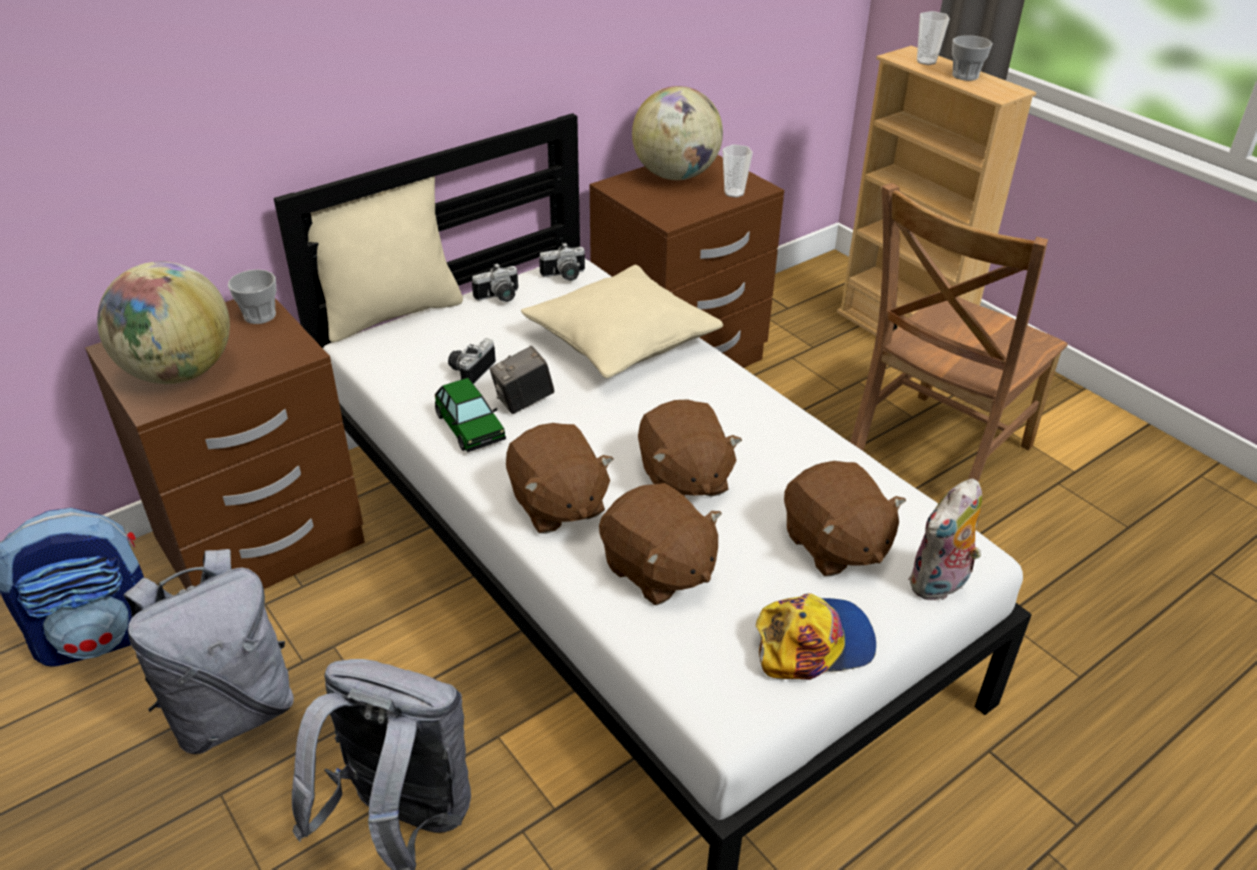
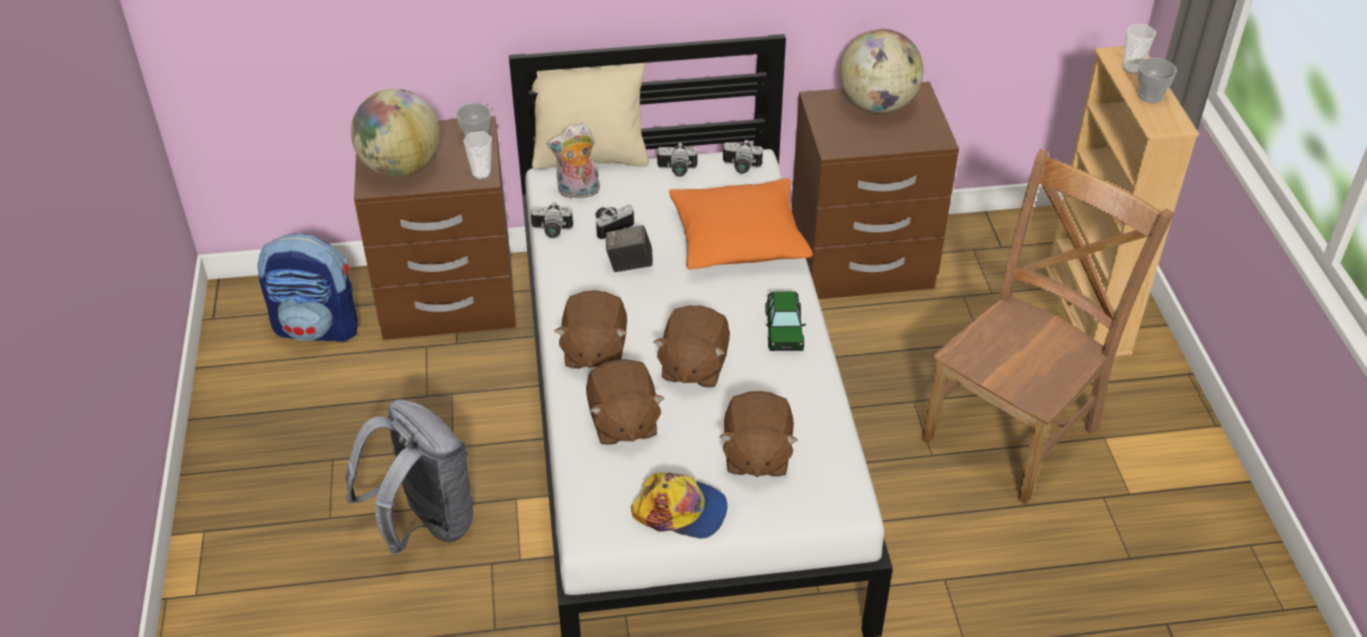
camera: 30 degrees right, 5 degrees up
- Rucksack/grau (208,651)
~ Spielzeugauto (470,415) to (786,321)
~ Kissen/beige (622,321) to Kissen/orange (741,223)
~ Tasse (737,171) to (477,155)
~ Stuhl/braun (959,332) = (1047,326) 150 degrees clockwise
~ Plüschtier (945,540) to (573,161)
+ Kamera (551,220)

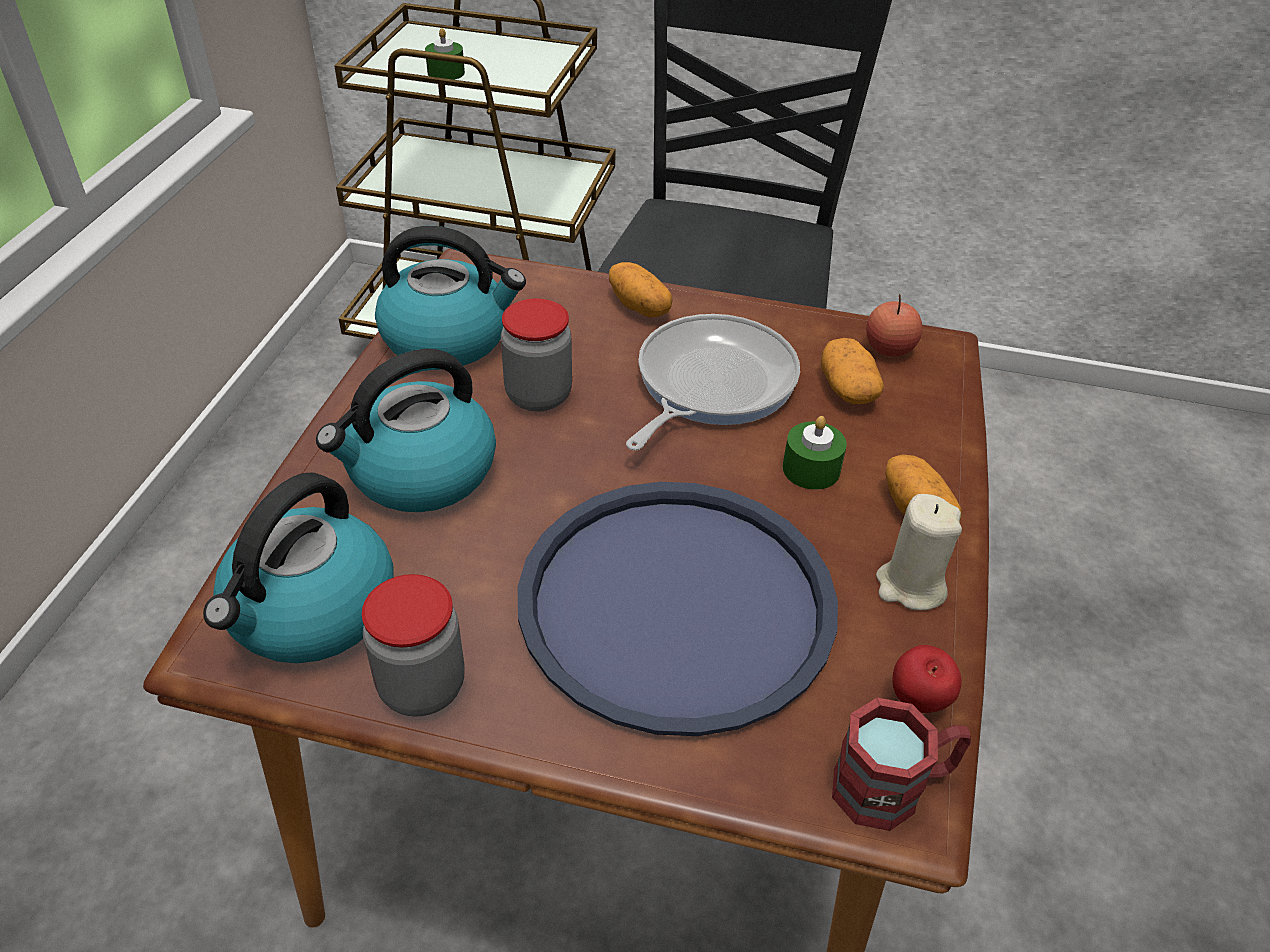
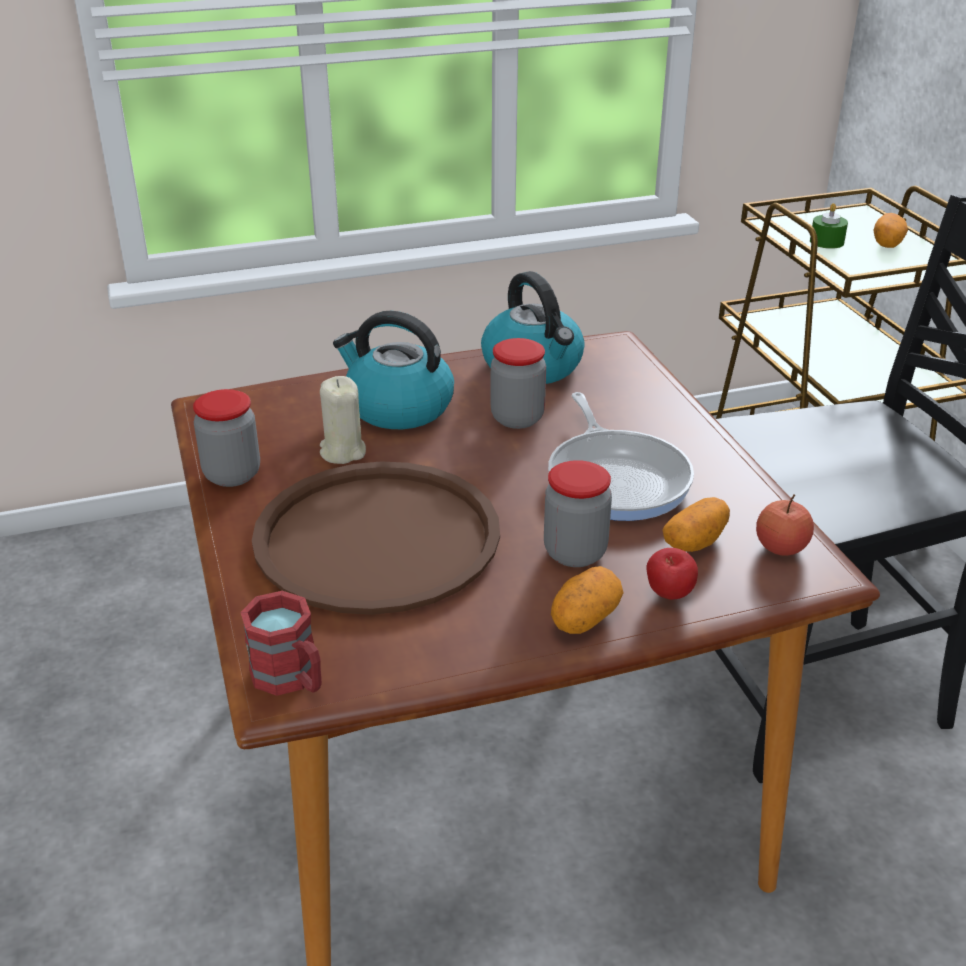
camera: 60 degrees right, 10 degrees down
- Wasserkessel (298,568)
~ Tablett/blau (678,609) to Tablett/braun (376,538)
~ Kartoffel (641,290) to (890,230)
~ Pfanne (713,382) = (621,456) 75 degrees clockwise
~ Kerze/grün (814,453) to Vorratsglas (578,513)
~ Kerze/beige (919,552) to (343,420)
~ Apfel (927,679) to (672,574)

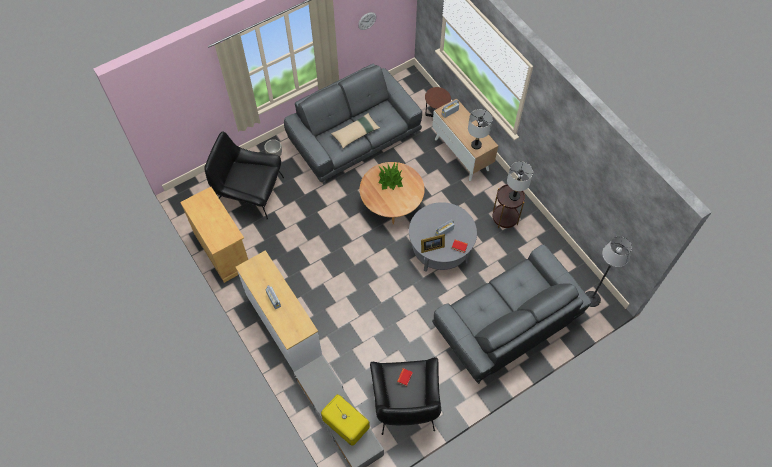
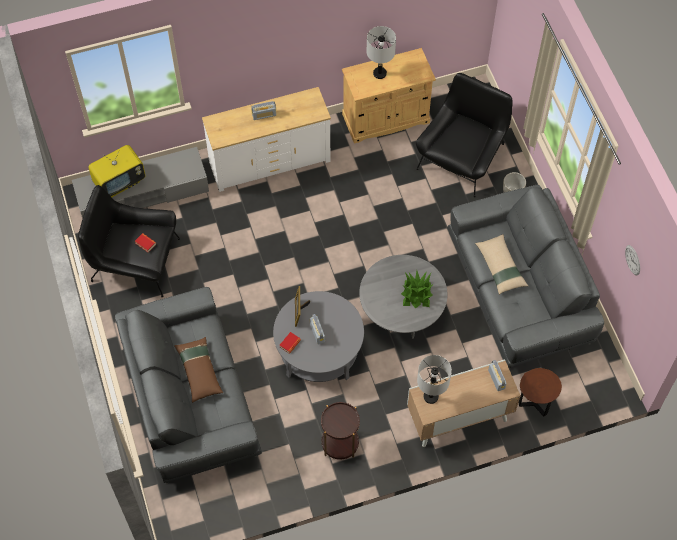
camera: 105 degrees right, 0 degrees up
~ Couchtisch/braun (392,193) to Couchtisch/grau (403,297)
~ Tischlampe/grau (520,181) to (381,52)
- Stehlampe (609,271)
+ Kissen/braun (198,370)

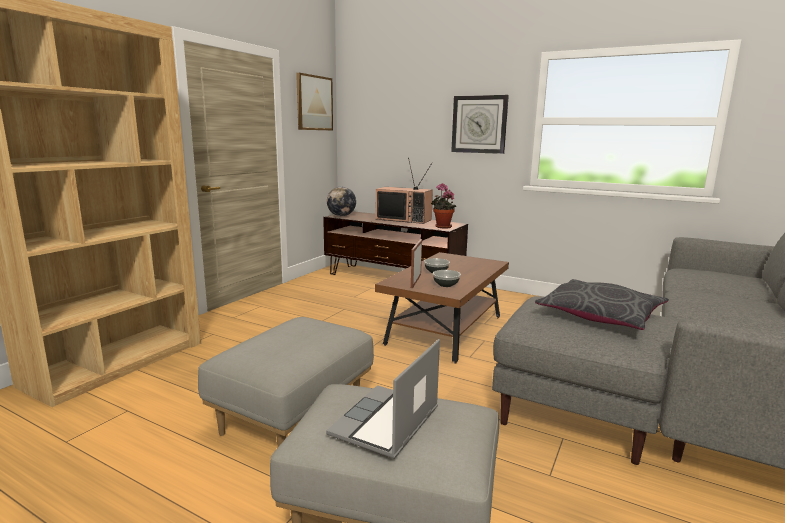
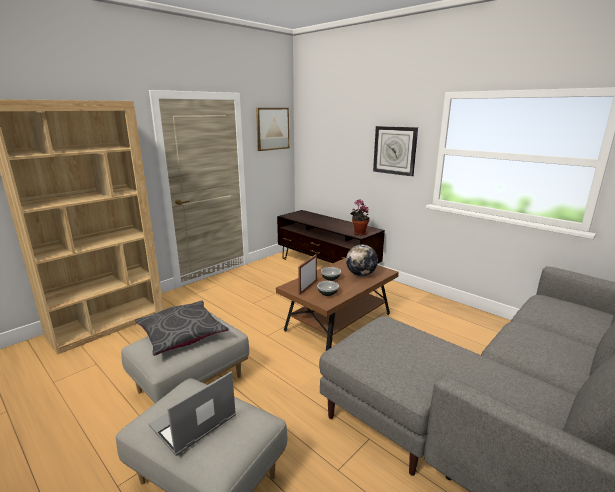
camera: 15 degrees right, 5 degrees up
~ Globus (341,201) to (362,260)
- Fernseher (404,191)
~ Kissen/grau (602,304) to (182,328)

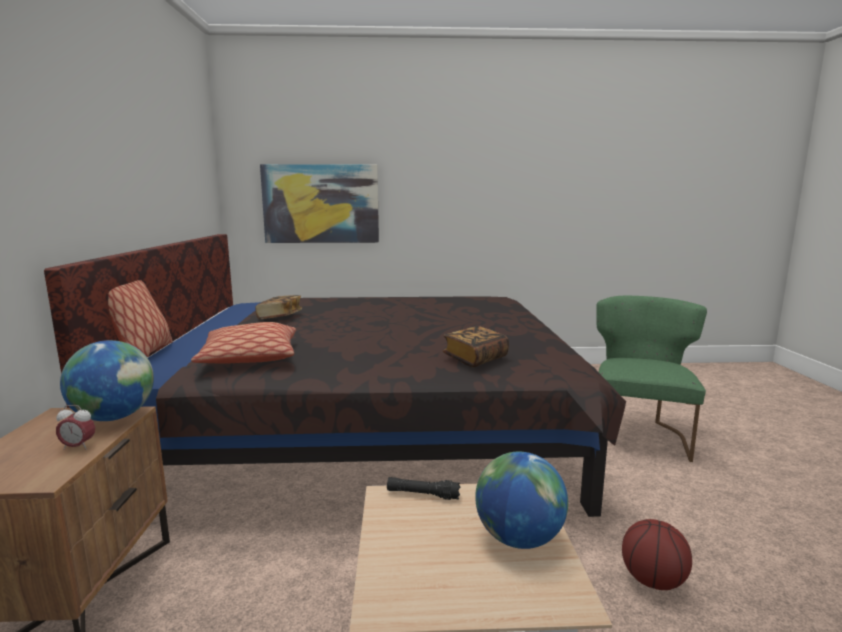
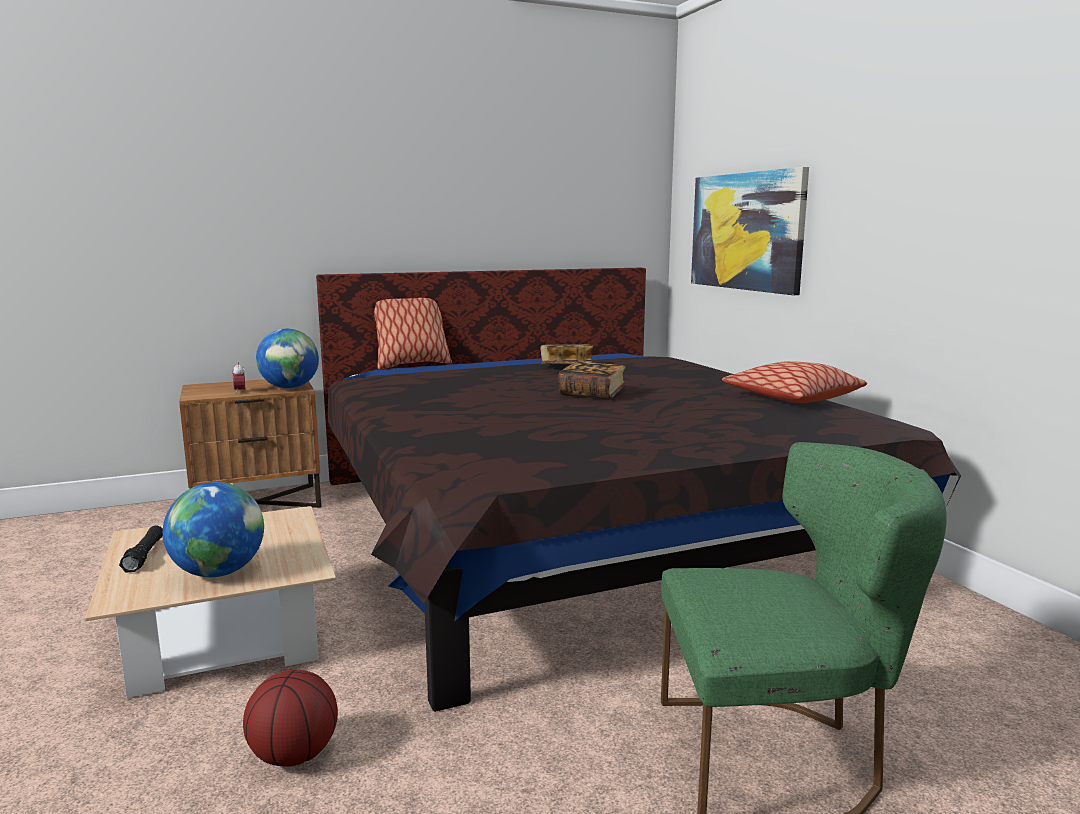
camera: 70 degrees right, 0 degrees up
~ Kissen (243,343) to (794,382)
~ Taschenlampe/schwarz (423,488) to (141,549)
~ Buch (476,346) to (592,380)

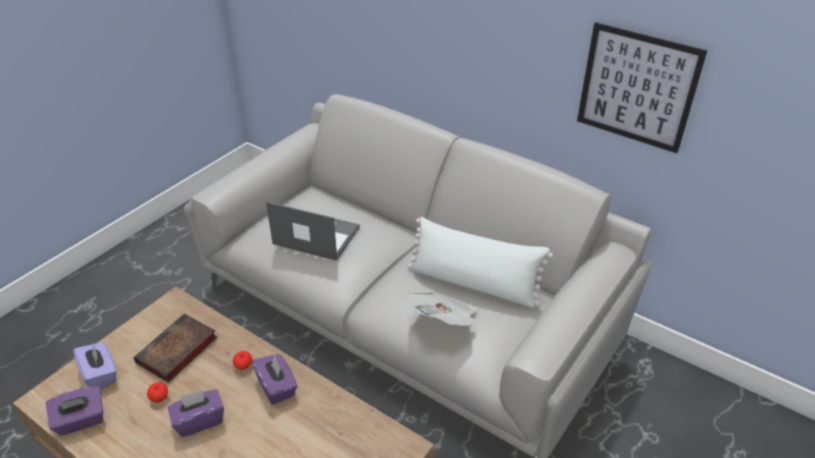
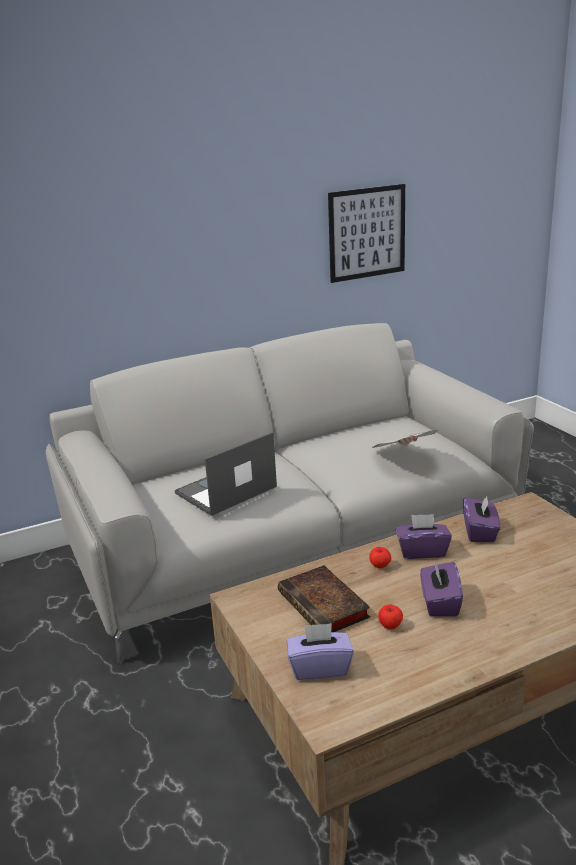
camera: 60 degrees left, 15 degrees down
~ Taschentuchbox/lila (74,411) to (481,518)
- Kissen/weiß (480,262)

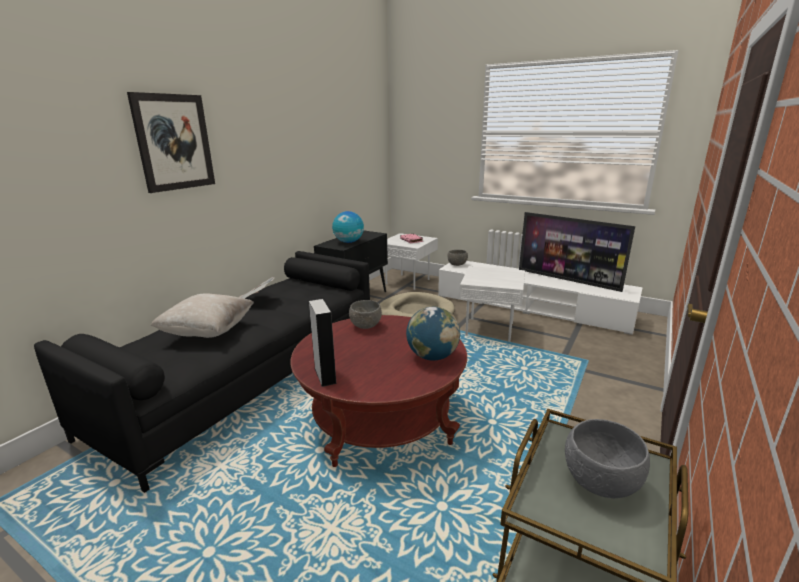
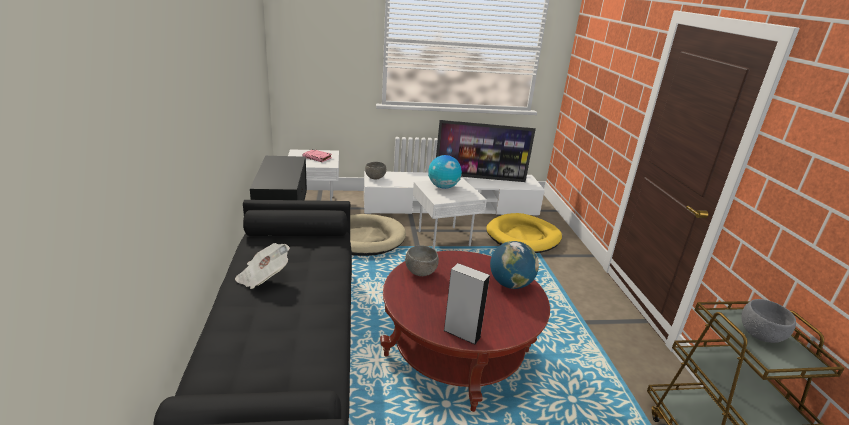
camera: 40 degrees left, 5 degrees up
- Bild (171,142)
- Kissen/beige (202,315)
~ Globus (348,227) to (445,172)
+ Hundebett/gelb (524,233)

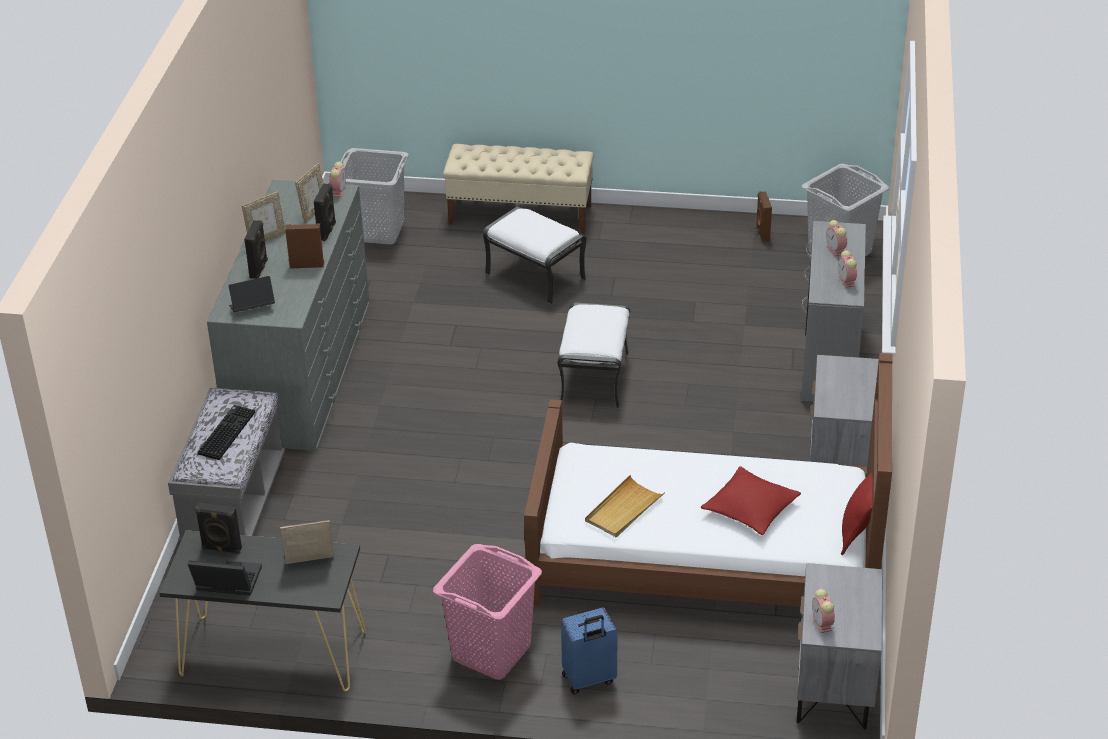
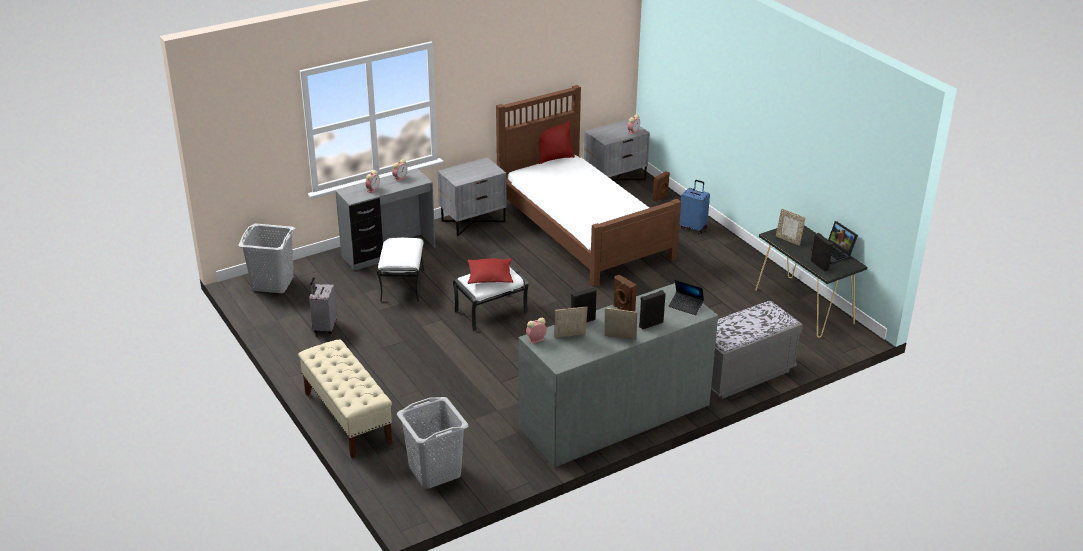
camera: 130 degrees left, 5 degrees down
- Tastatur (226,432)
- Wäschekorb/rosa (487,612)
~ Polsterhocker/weiß (535,255) to (401,269)
- Tablett/beige (625,506)
~ Kissen/rot (750,500) to (490,271)
~ Lautsprecher/braun (764,217) to (661,186)
+ Koffer/grau (323,305)

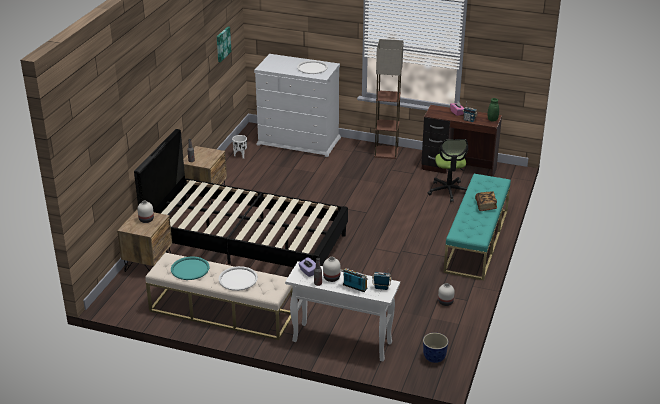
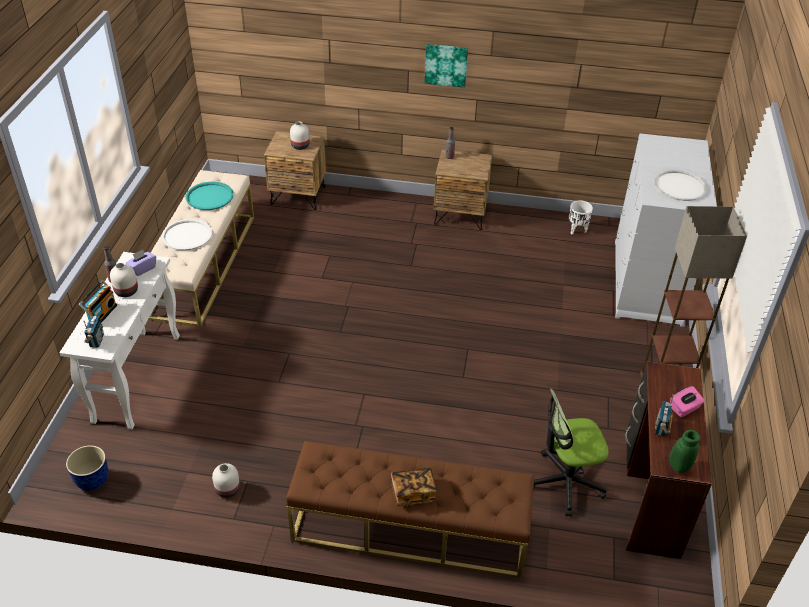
camera: 80 degrees right, 10 degrees up
- Bett/schwarz (241,198)
~ Bild (224,44) to (446,66)
~ Bank/türkis (477,227) to Bank/braun (410,509)

